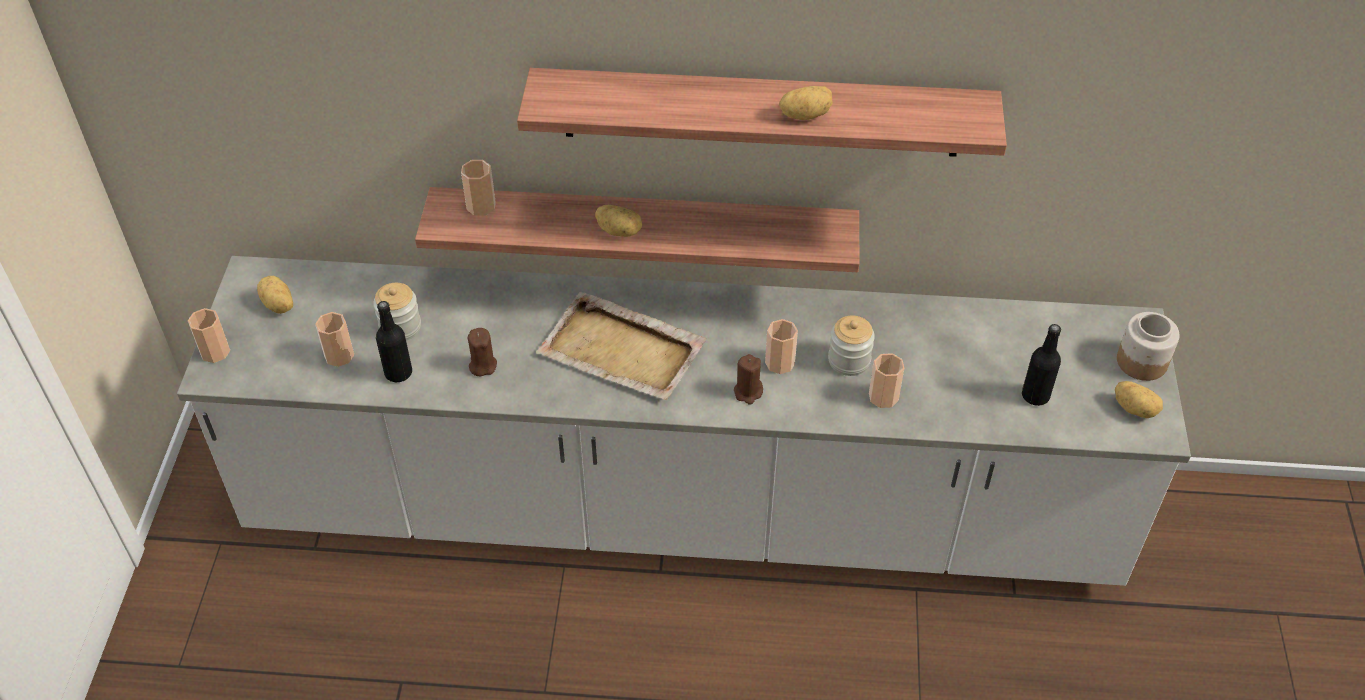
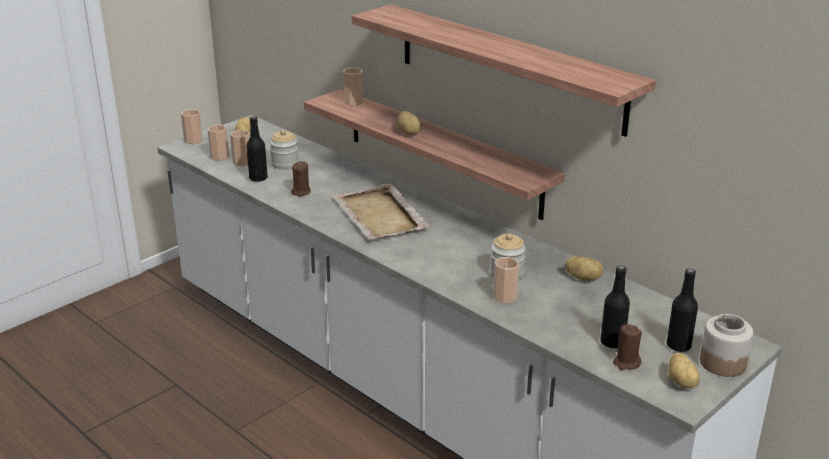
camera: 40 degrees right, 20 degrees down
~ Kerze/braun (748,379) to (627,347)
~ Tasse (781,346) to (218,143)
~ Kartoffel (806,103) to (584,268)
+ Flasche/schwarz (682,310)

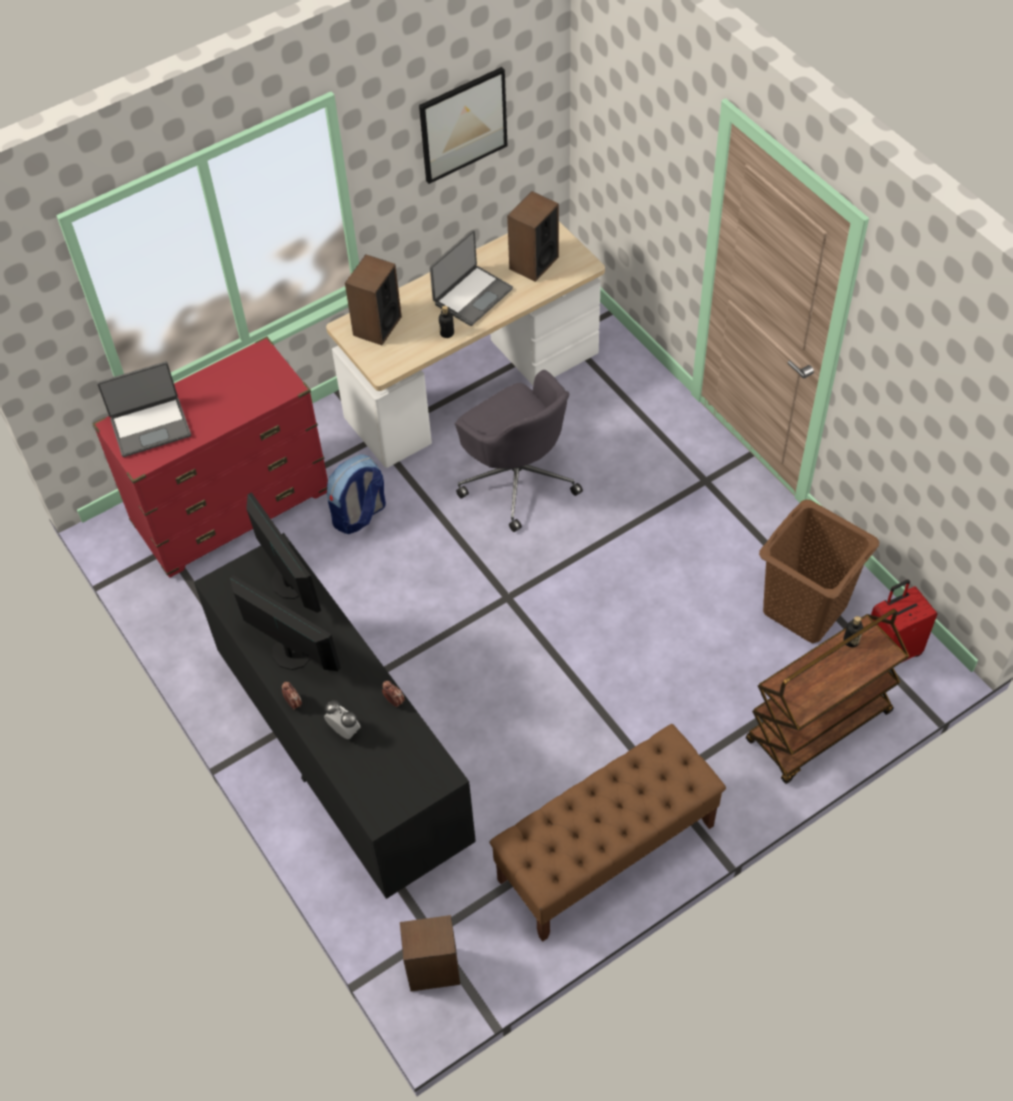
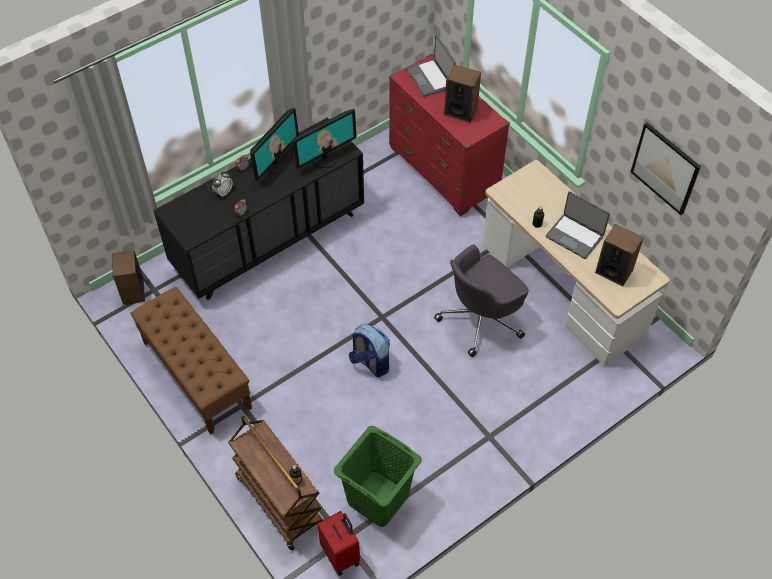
camera: 85 degrees right, 0 degrees up
~ Rucksack (356,494) to (369,350)
~ Lautsprecher (373,299) to (462,93)
~ Wäschekorb/braun (819,571) to Wäschekorb/grün (377,476)

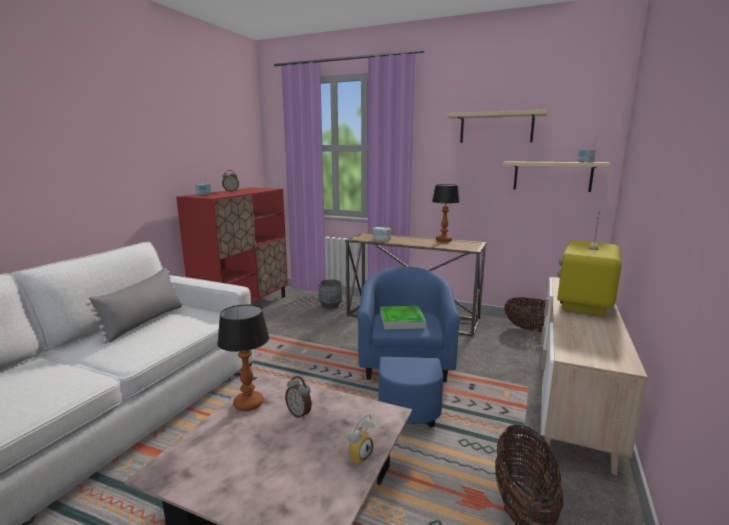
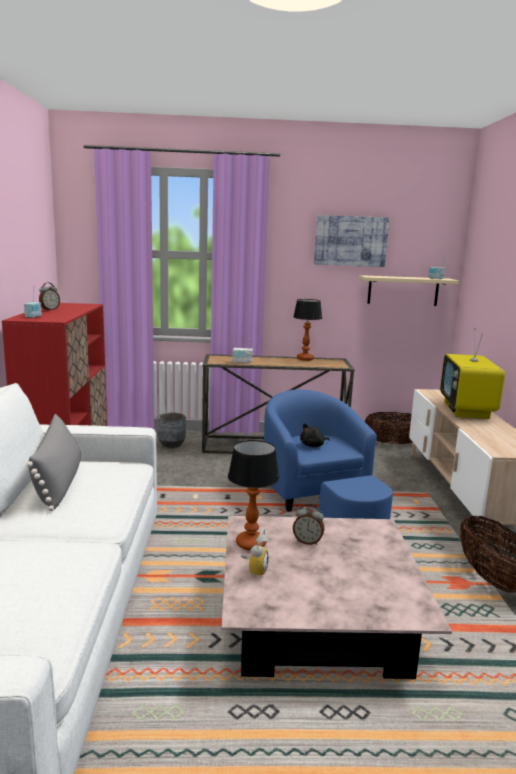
camera: 25 degrees left, 0 degrees up
~ Wecker (359,439) to (255,553)
~ Tablett (403,317) to Plüschtier/schwarz (315,435)
~ Wandregal/beige (496,126) to Bild (351,241)

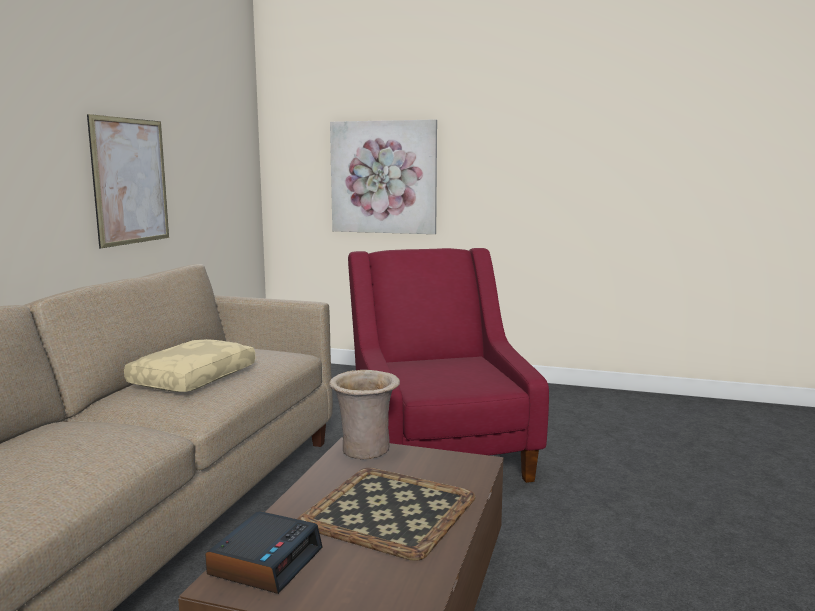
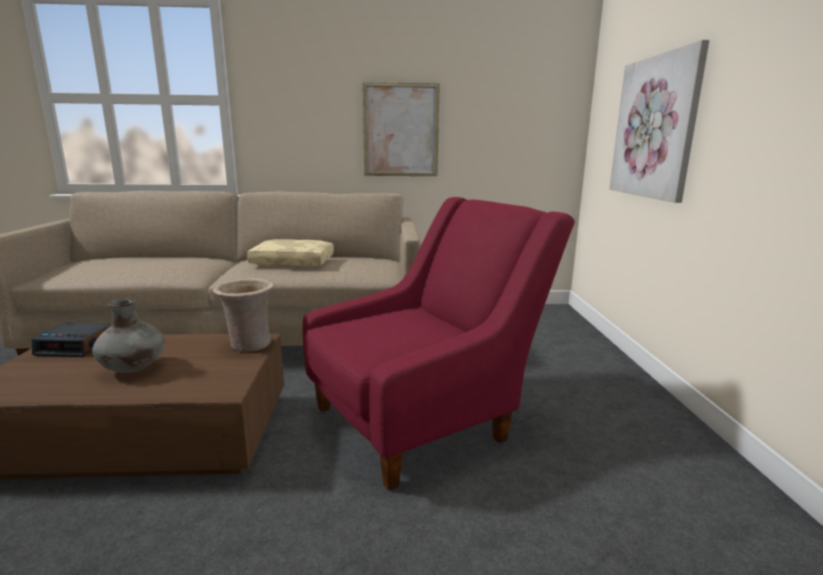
camera: 70 degrees right, 5 degrees up
~ Tablett (387,514) to Vase/grau (128,335)

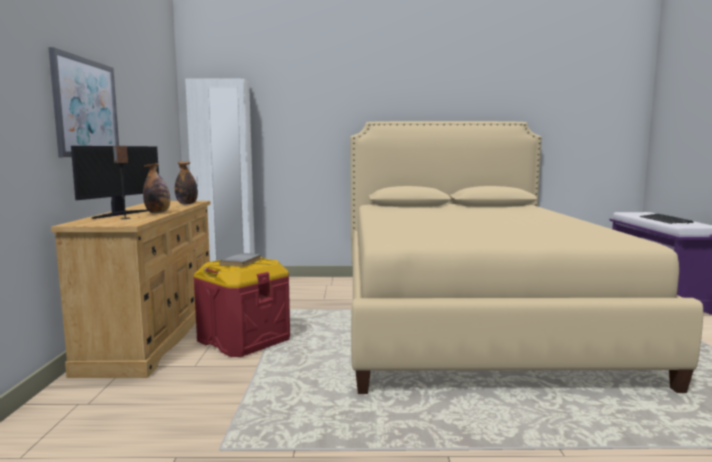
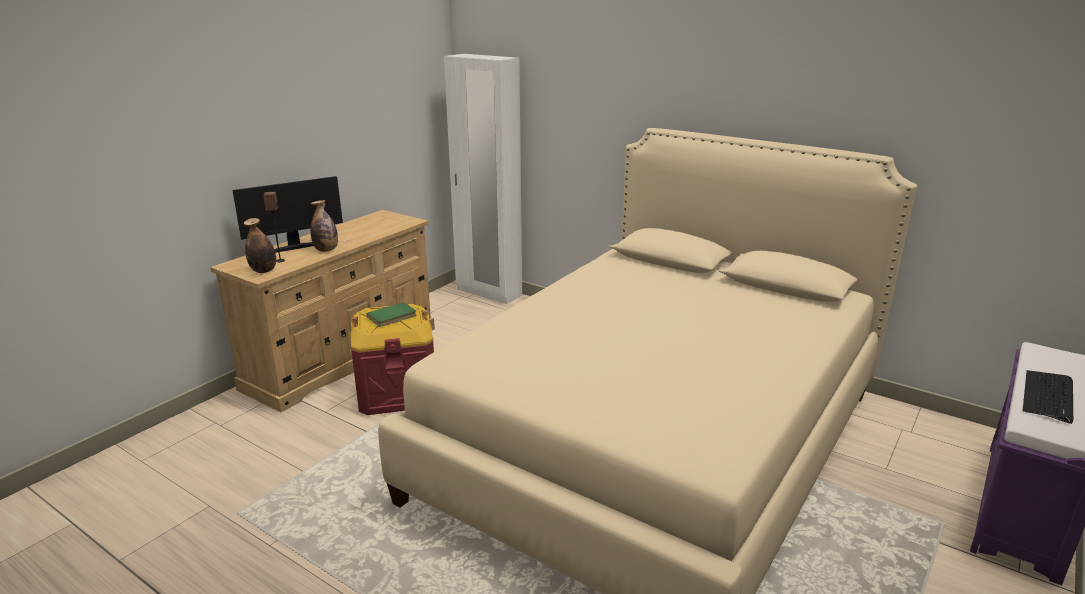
camera: 35 degrees right, 15 degrees up
- Bild (83,102)
~ Flasche (186,182) to (260,245)
~ Buch/grau (240,260) to Buch/grün (391,314)

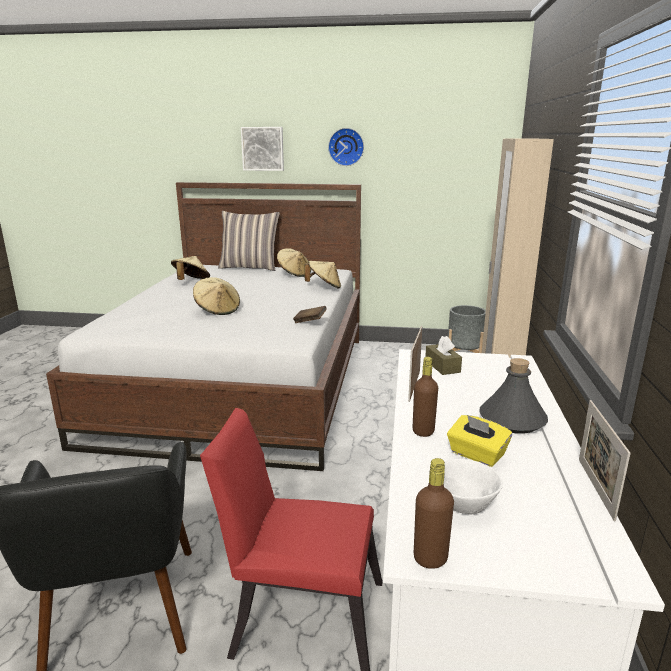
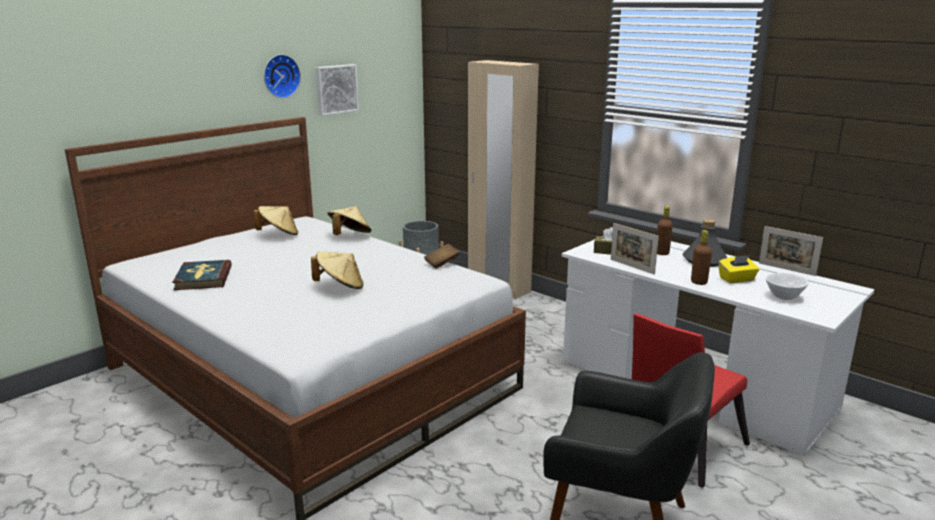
camera: 55 degrees left, 0 degrees up
~ Hut/beige (190,268) to Buch (202,275)
- Kissen (249,241)
~ Bild (262,149) to (337,90)
~ Flasche/braun (434,513) to (665,230)

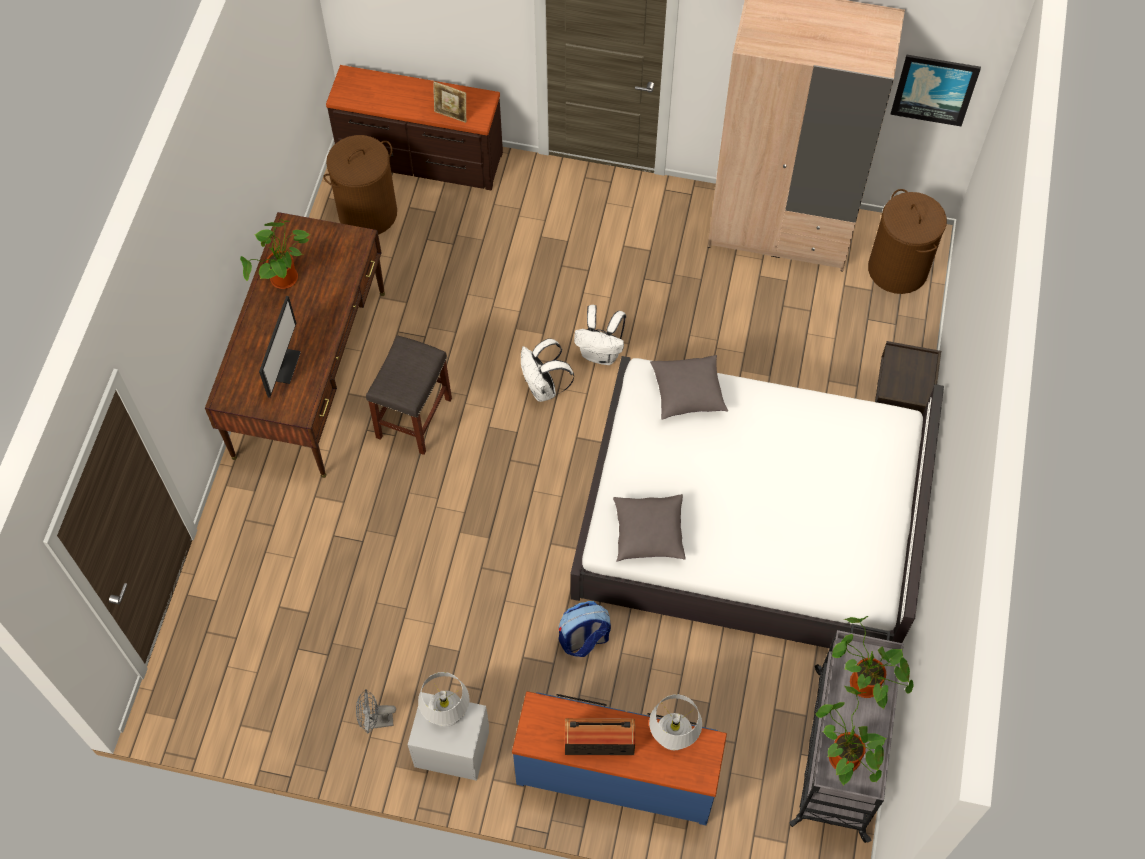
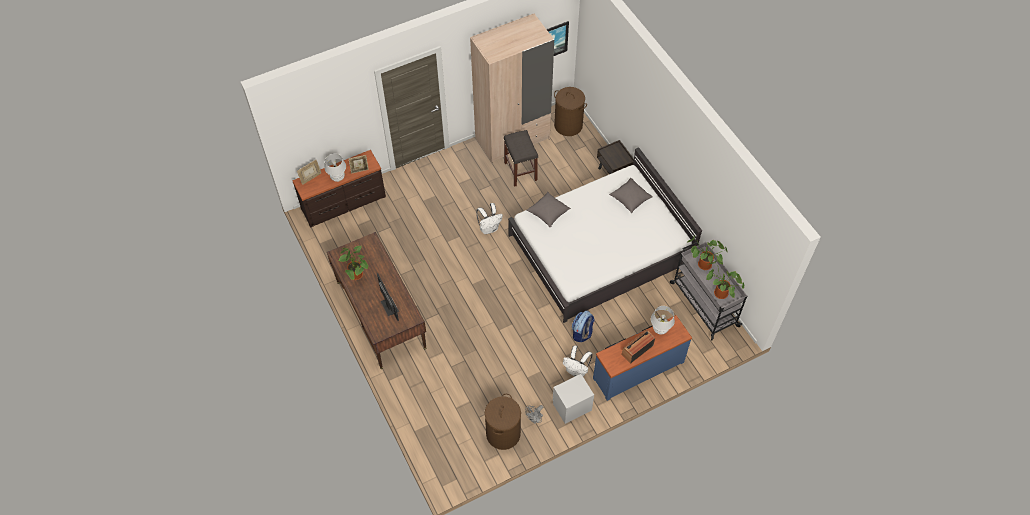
camera: 40 degrees left, 5 degrees down
~ Wäschekorb/braun (360,185) to (503,422)
~ Hocker/grau (409,395) to (521,158)
~ Tischlampe/weiß (443,699) to (335,168)
~ Rucksack/weiß (547,370) to (578,360)
~ Kissen/grau (649,527) to (631,195)
+ Bilderrahmen (309,172)

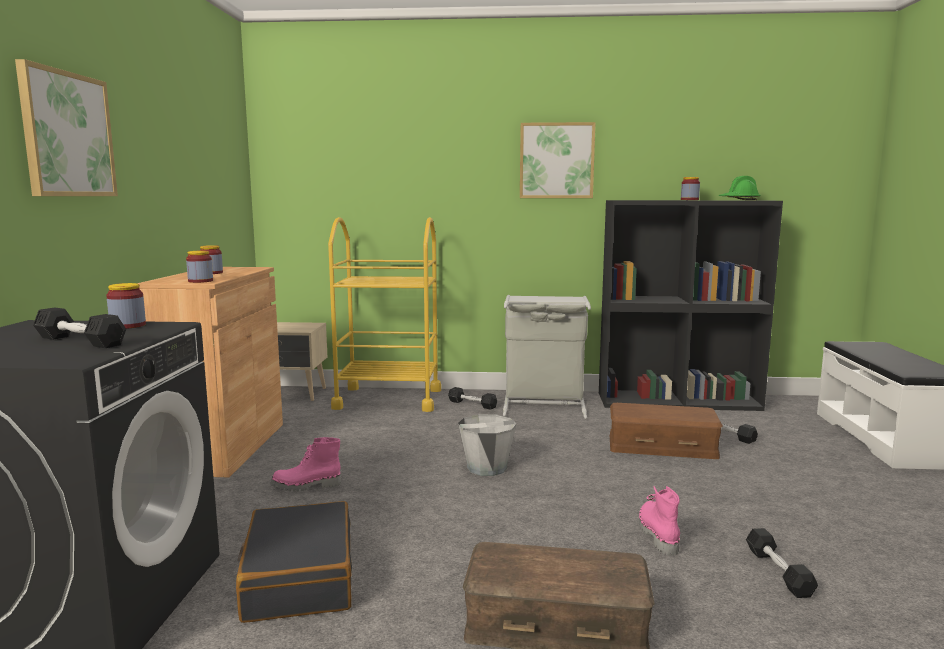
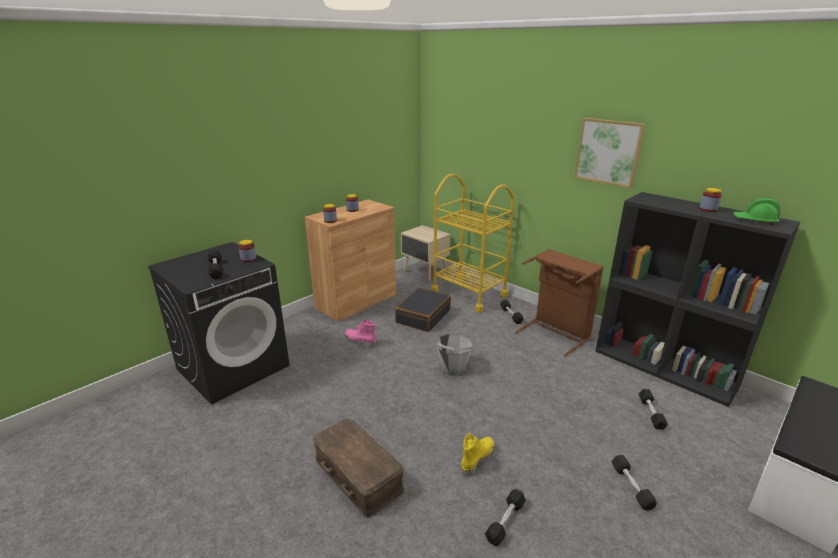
camera: 40 degrees right, 15 degrees up
- Bild (66,127)
~ Koffer/schwarz (294,562) to (423,310)
~ Wäschekorb/grau (547,357) to Wäschekorb/braun (559,302)
- Aufbewahrungsbox/braun (666,431)
~ Stiefel/rosa (659,520) to Stiefel/gelb (477,454)
+ Hantel/schwarz (634,483)

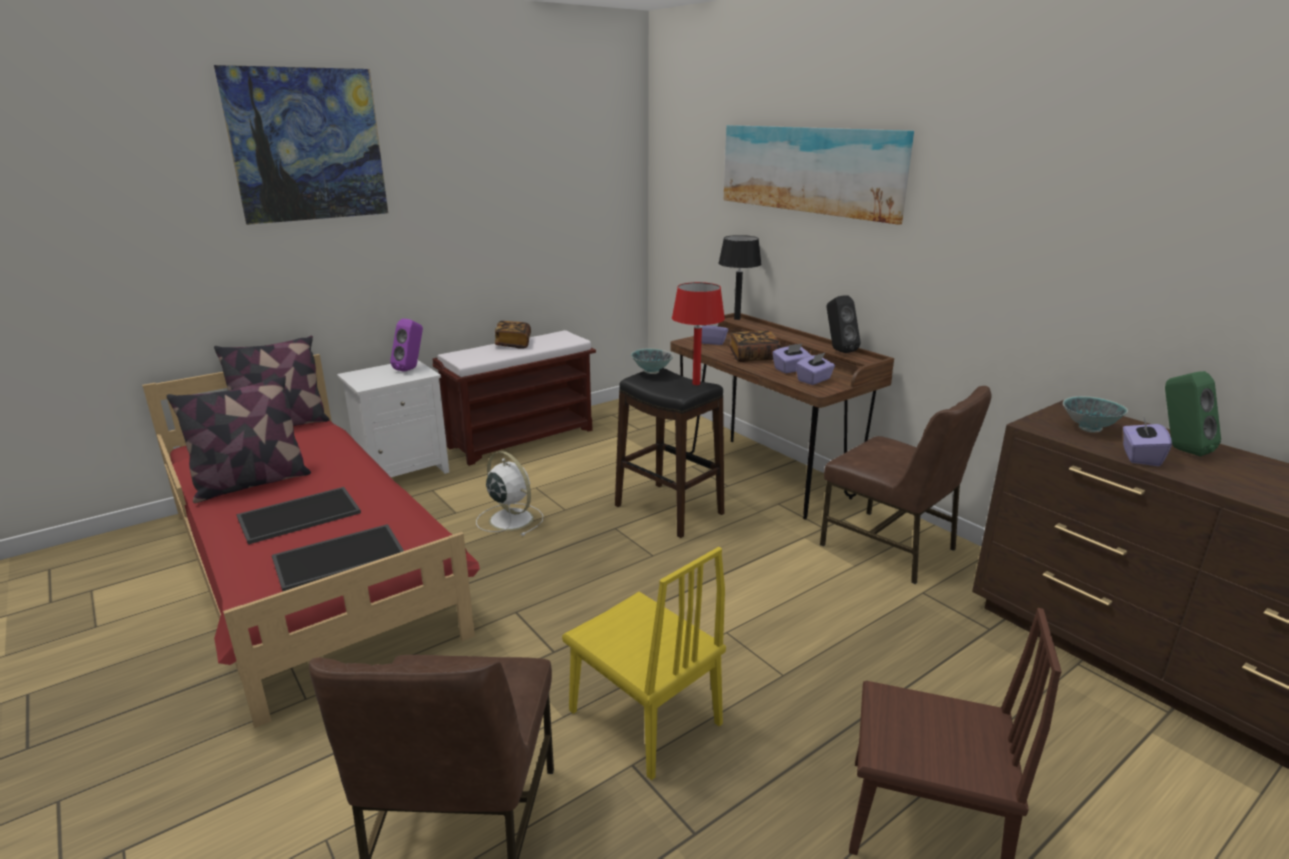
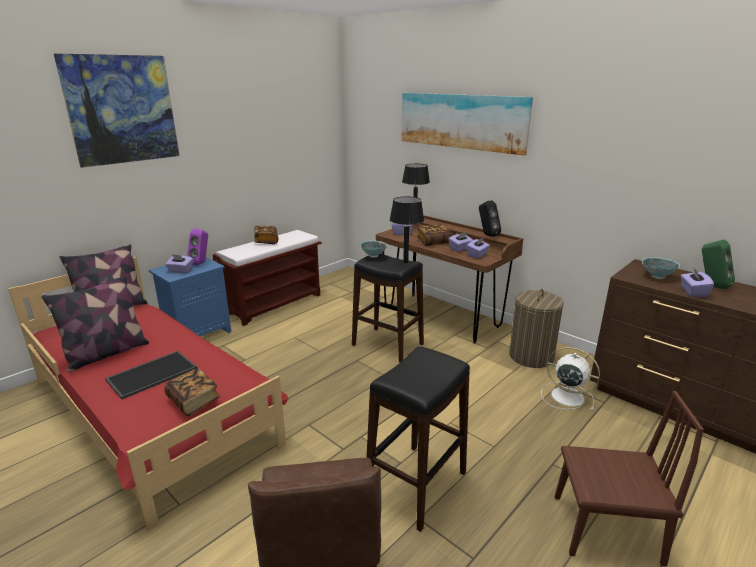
camera: 10 degrees left, 0 degrees up
~ Tablett (338,557) to Buch (192,392)
~ Nachttisch/weiß (393,418) to Nachttisch/blau (190,297)
~ Ventilator/weiß (509,493) to (570,378)
~ Stuhl/gelb (644,663) to Hocker/schwarz (418,439)
~ Tischlampe/rot (698,333) to Tischlampe/schwarz (407,229)
~ Stuhl/braun (906,485) to Wäschekorb (536,328)
+ Taschentuchbox/lila (179,263)

